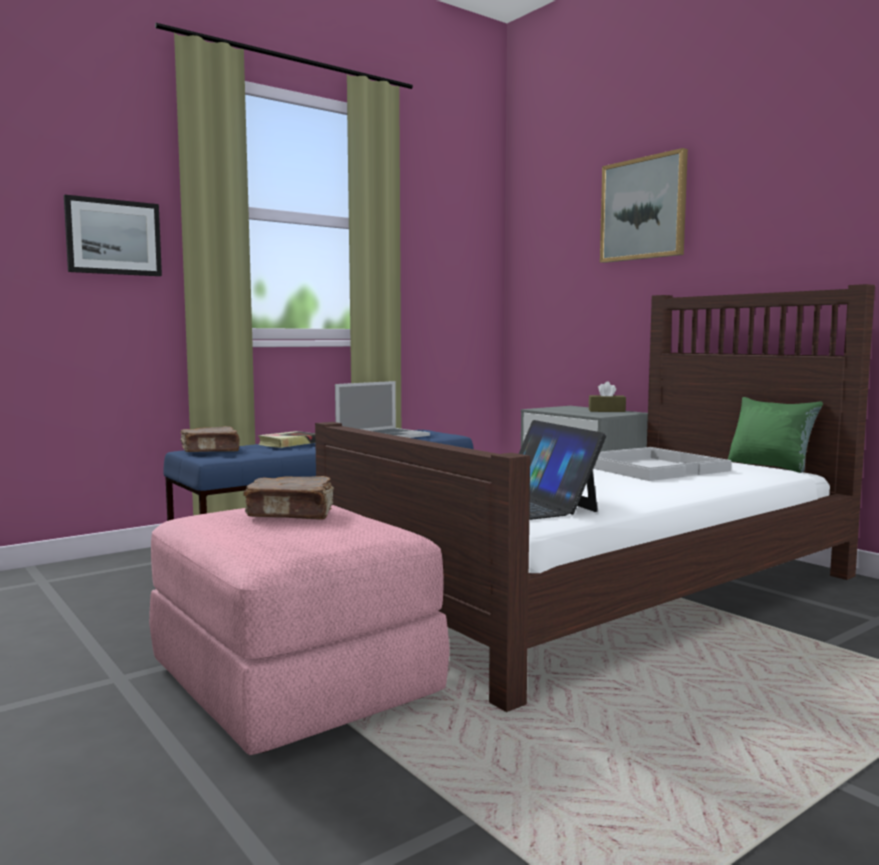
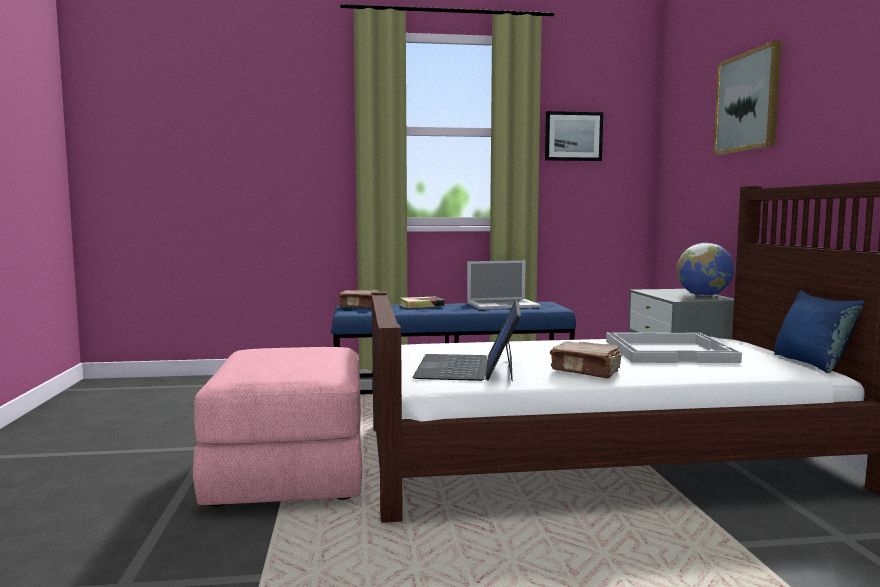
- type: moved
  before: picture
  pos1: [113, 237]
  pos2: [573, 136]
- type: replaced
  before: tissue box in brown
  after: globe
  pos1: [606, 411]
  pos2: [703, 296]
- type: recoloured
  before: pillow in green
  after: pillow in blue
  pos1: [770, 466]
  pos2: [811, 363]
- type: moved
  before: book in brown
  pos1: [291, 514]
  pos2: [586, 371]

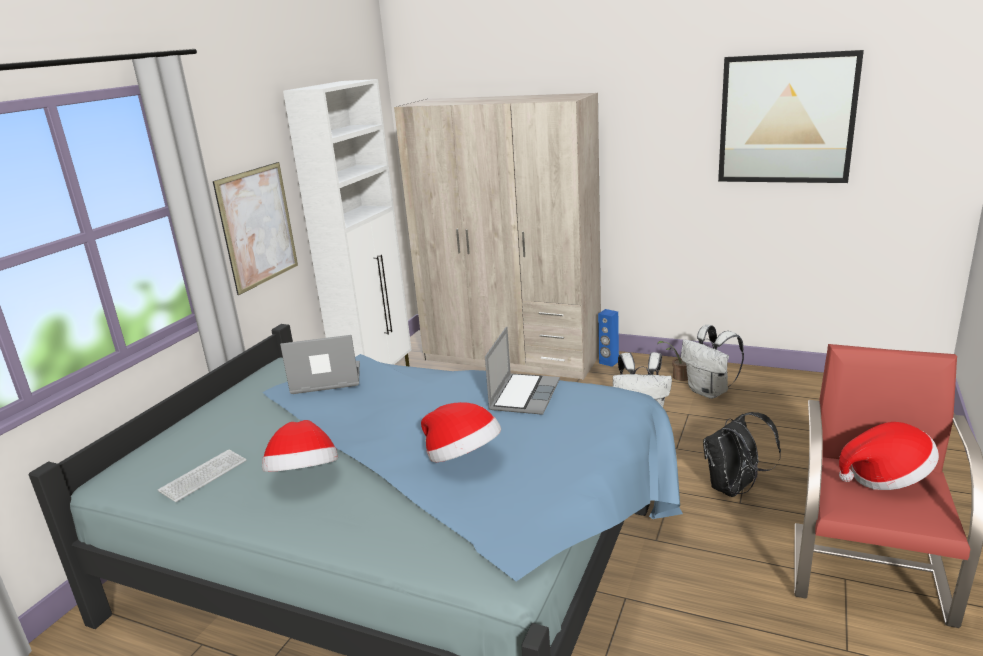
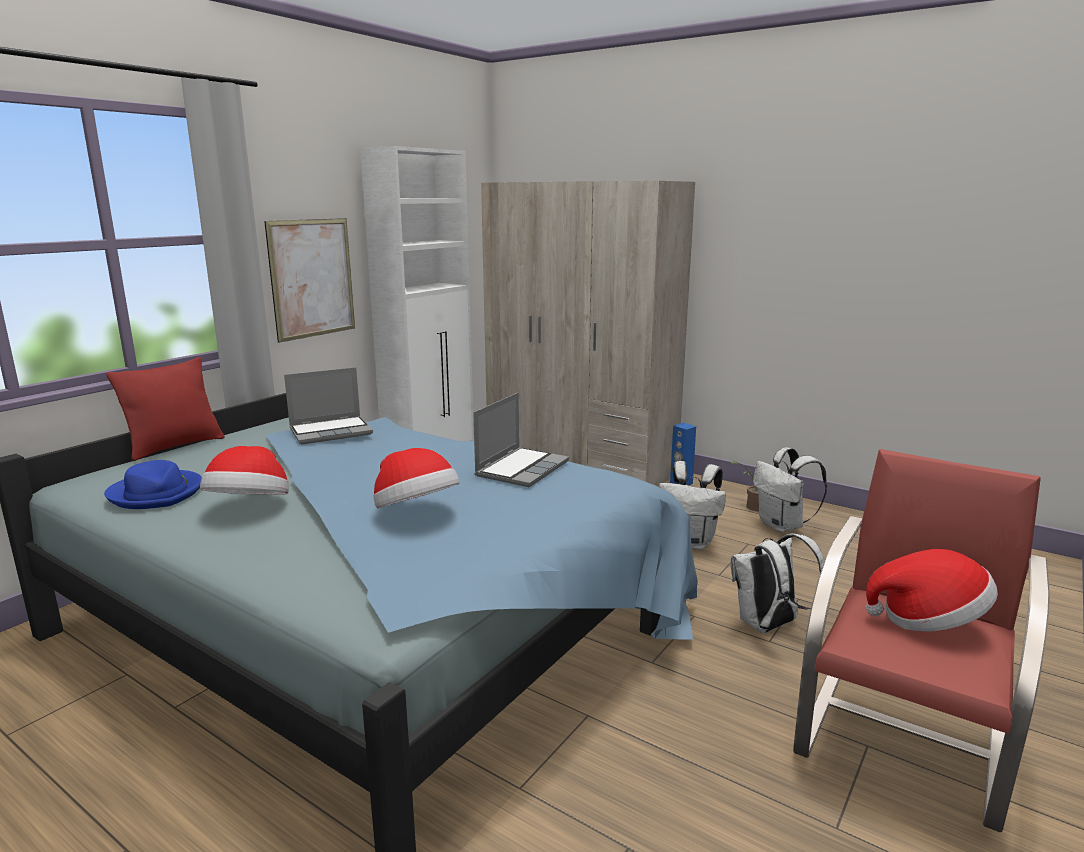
- type: removed
  before: picture
  pos1: [786, 119]
- type: turned
  before: laptop
  pos1: [325, 380]
  pos2: [332, 431]
  turn: 150
- type: recoloured
  before: backpack in black
  after: backpack in white
  pos1: [734, 489]
  pos2: [768, 626]
- type: replaced
  before: keyboard
  after: hat in blue
  pos1: [204, 476]
  pos2: [157, 493]
- type: added
  after: pillow in red
  pos2: [175, 446]

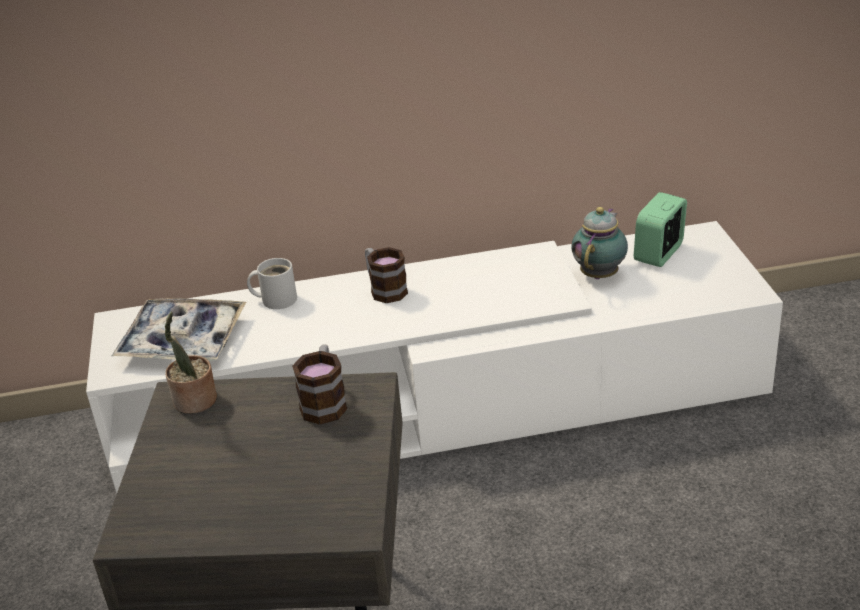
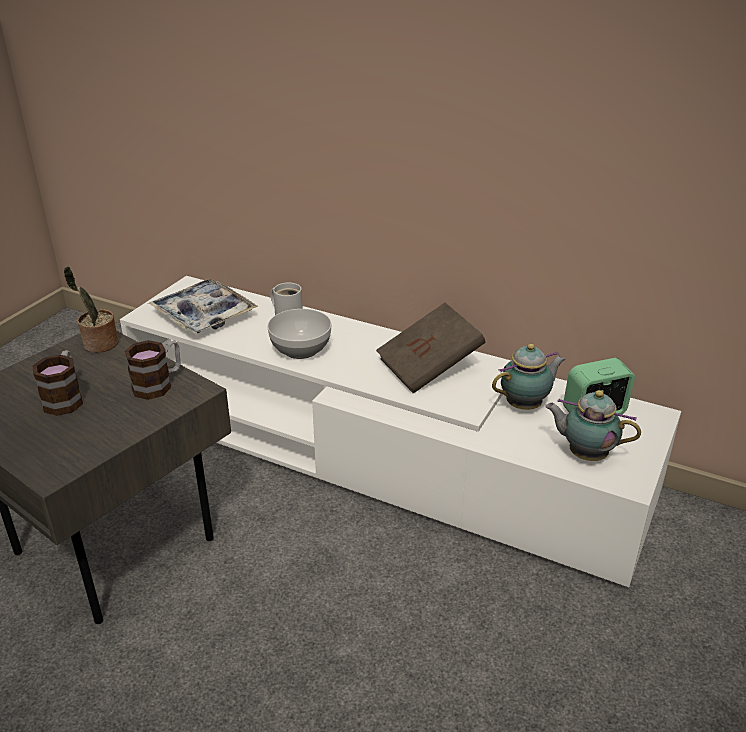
- type: moved
  before: mug
  pos1: [384, 289]
  pos2: [65, 398]
- type: added
  after: book in brown
  pos2: [429, 367]
- type: added
  after: bowl
  pos2: [300, 349]
- type: added
  after: teapot
  pos2: [584, 454]

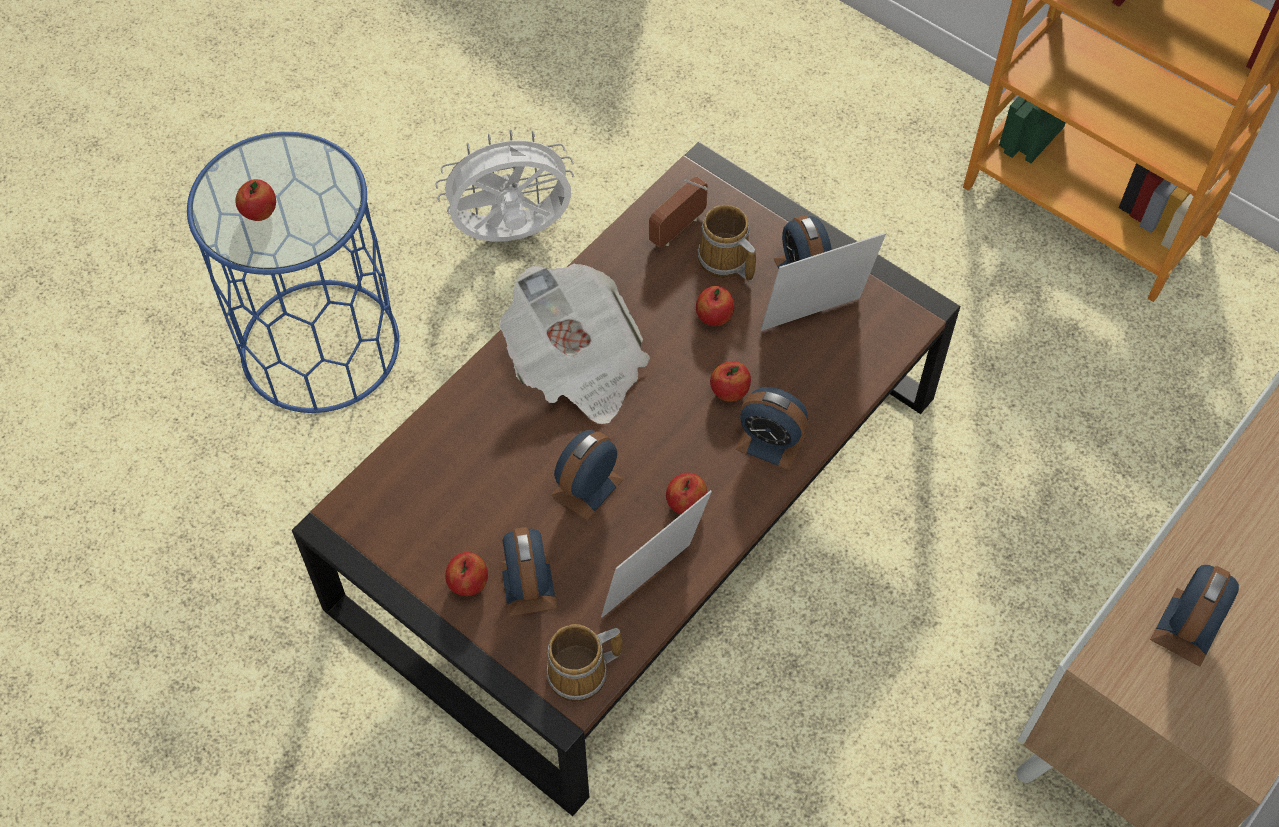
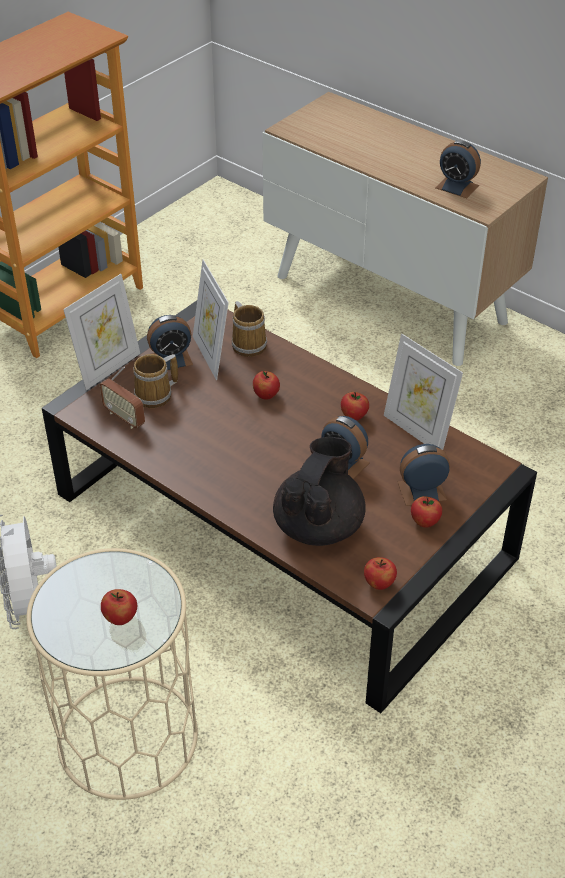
- type: recoloured
  before: side table in blue
  after: side table in beige
  pos1: [321, 346]
  pos2: [127, 736]
- type: removed
  before: newspaper
  pos1: [577, 365]
- type: moved
  before: apple
  pos1: [714, 318]
  pos2: [379, 583]
- type: removed
  before: alarm clock
  pos1: [770, 441]
- type: moved
  before: mug
  pos1: [582, 674]
  pos2: [249, 343]
- type: added
  after: picture frame
  pos2: [108, 368]
- type: added
  after: teapot in black
  pos2: [319, 525]

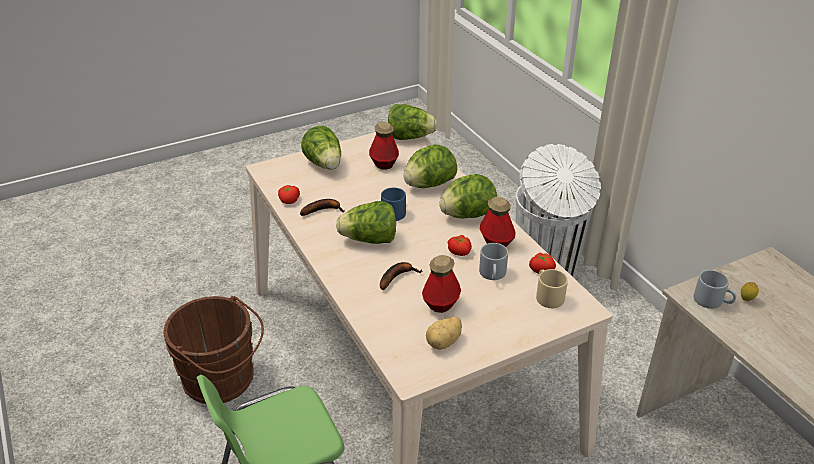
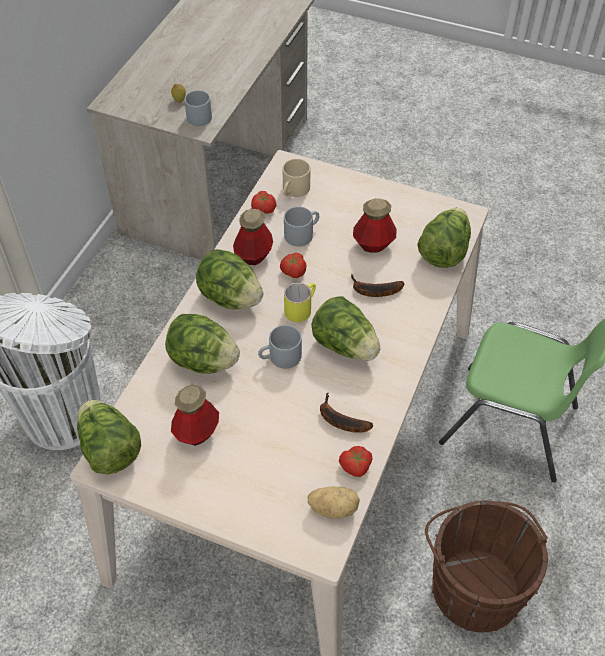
- type: moved
  before: lettuce
  pos1: [325, 164]
  pos2: [444, 251]
- type: recoloured
  before: mug in blue
  after: mug in grey
  pos1: [394, 211]
  pos2: [280, 358]
- type: moved
  before: potato
  pos1: [444, 342]
  pos2: [333, 507]
- type: added
  after: mug in yellow
  pos2: [300, 308]

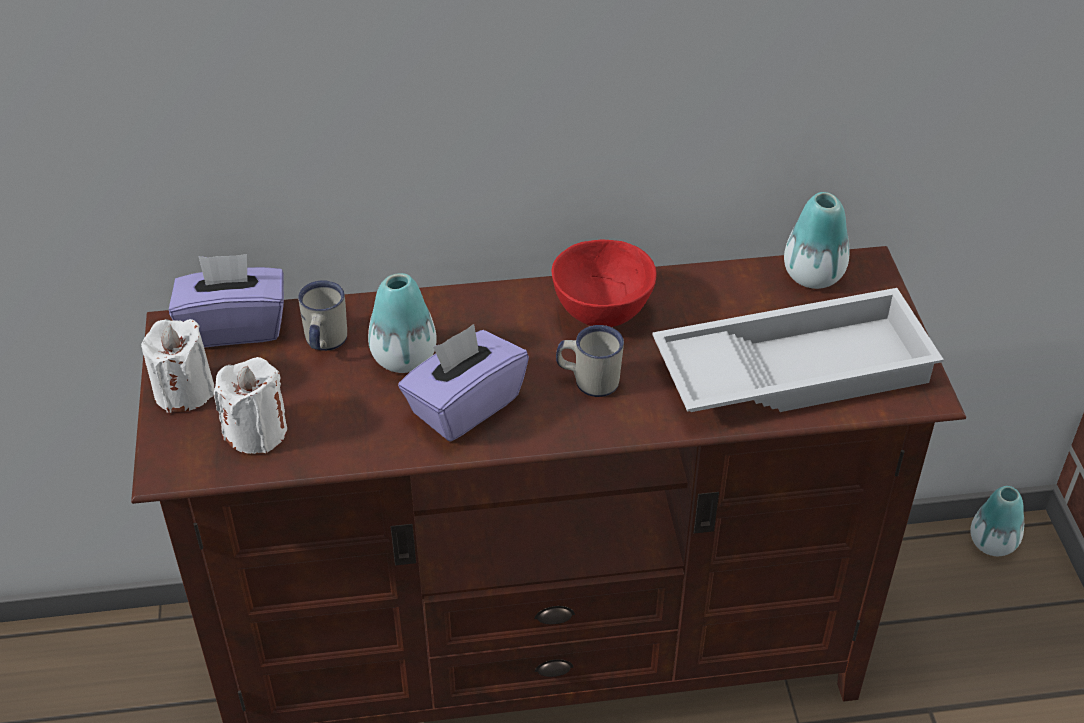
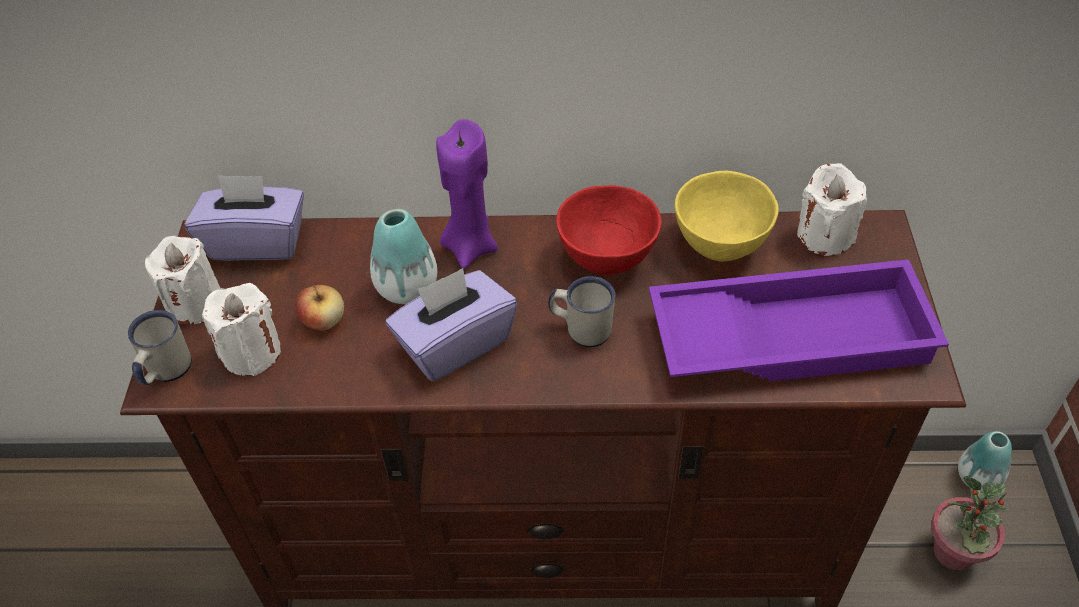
- type: replaced
  before: vase
  after: candle in white
  pos1: [813, 275]
  pos2: [824, 236]
- type: moved
  before: mug in white
  pos1: [324, 343]
  pos2: [165, 372]
- type: recoloured
  before: tray in white
  after: tray in purple
  pos1: [793, 368]
  pos2: [790, 334]
- type: added
  after: candle in purple
  pos2: [470, 246]
- type: added
  after: bowl in yellow
  pos2: [721, 243]
- type: added
  after: apple
  pos2: [324, 321]
- type: added
  after: potted plant
  pos2: [953, 552]

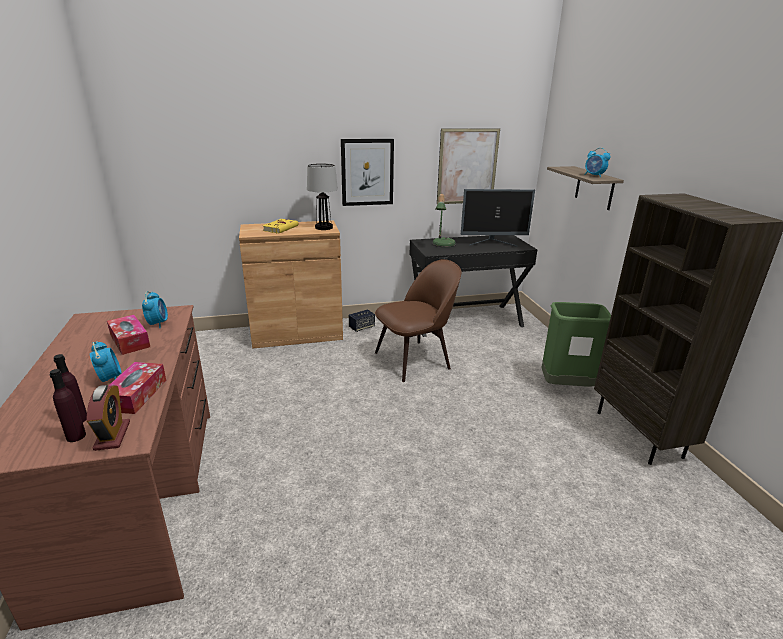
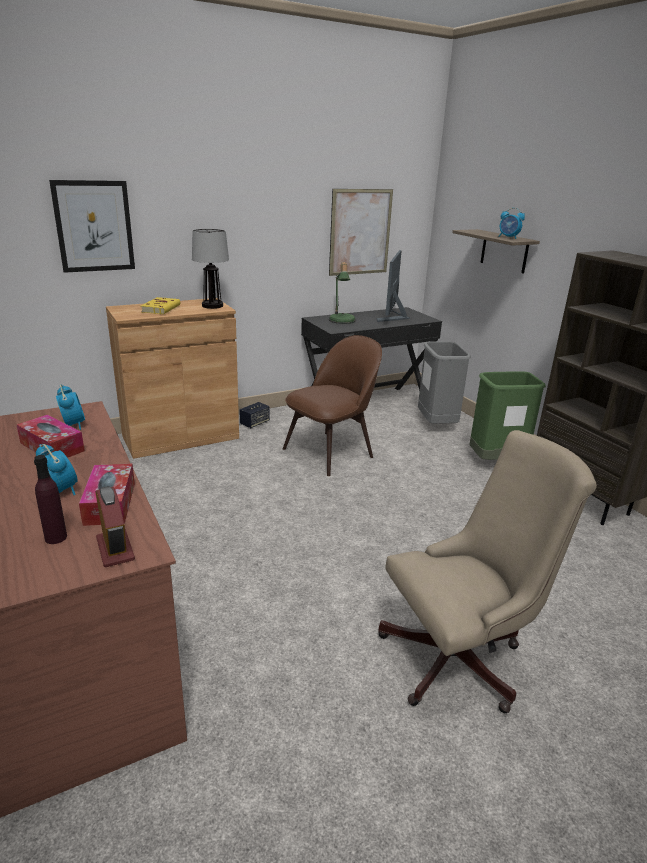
- type: moved
  before: picture
  pos1: [367, 172]
  pos2: [94, 226]
- type: turned
  before: monitor
  pos1: [493, 243]
  pos2: [393, 317]
  turn: 120
- type: removed
  before: bottle in purple
  pos1: [76, 436]
- type: added
  after: trash can in grey
  pos2: [436, 424]
- type: added
  after: office chair in beige
  pos2: [461, 658]

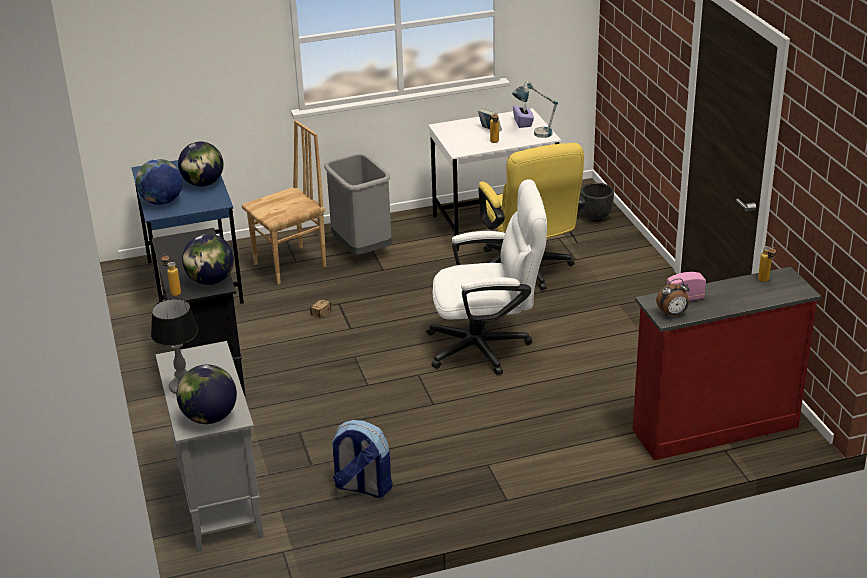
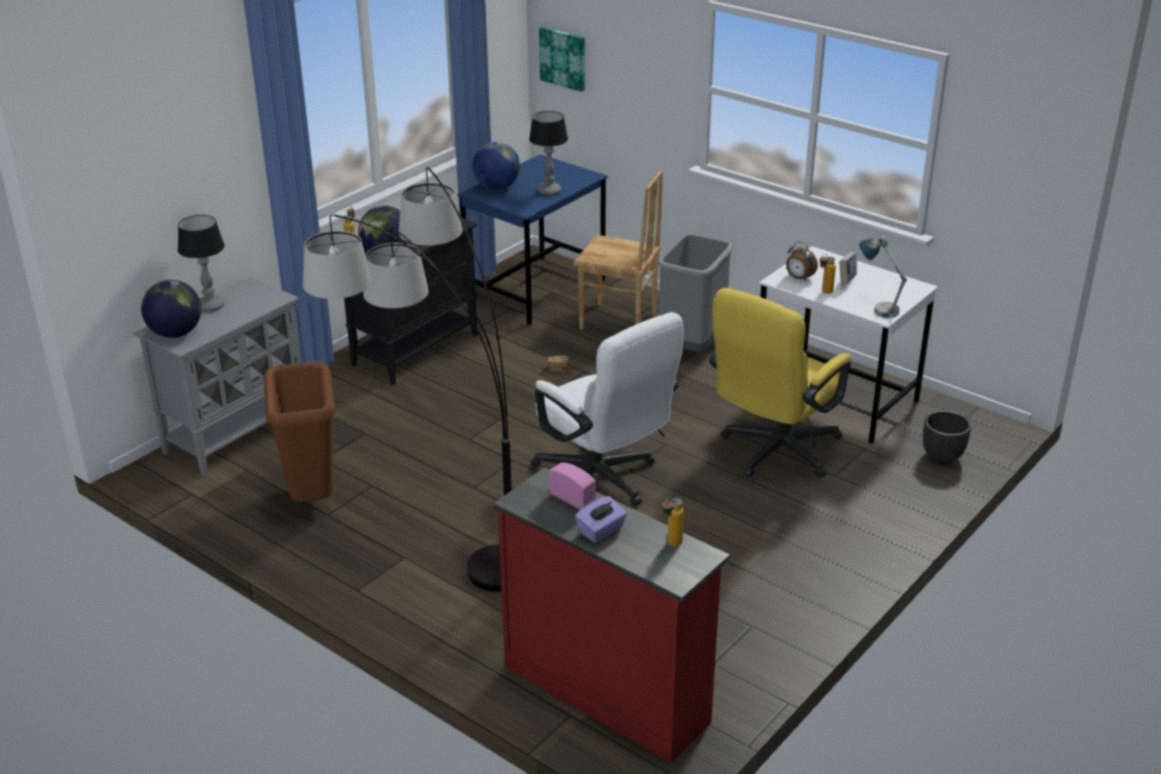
- type: moved
  before: tissue box in purple
  pos1: [523, 123]
  pos2: [601, 531]
- type: replaced
  before: globe
  after: table lamp
  pos1: [203, 184]
  pos2: [549, 191]
- type: moved
  before: alarm clock
  pos1: [673, 314]
  pos2: [799, 278]
- type: replaced
  before: backpack
  after: trash can in brown
  pos1: [362, 487]
  pos2: [311, 498]
- type: added
  after: picture
  pos2: [563, 58]
- type: added
  after: floor lamp
  pos2: [438, 543]

